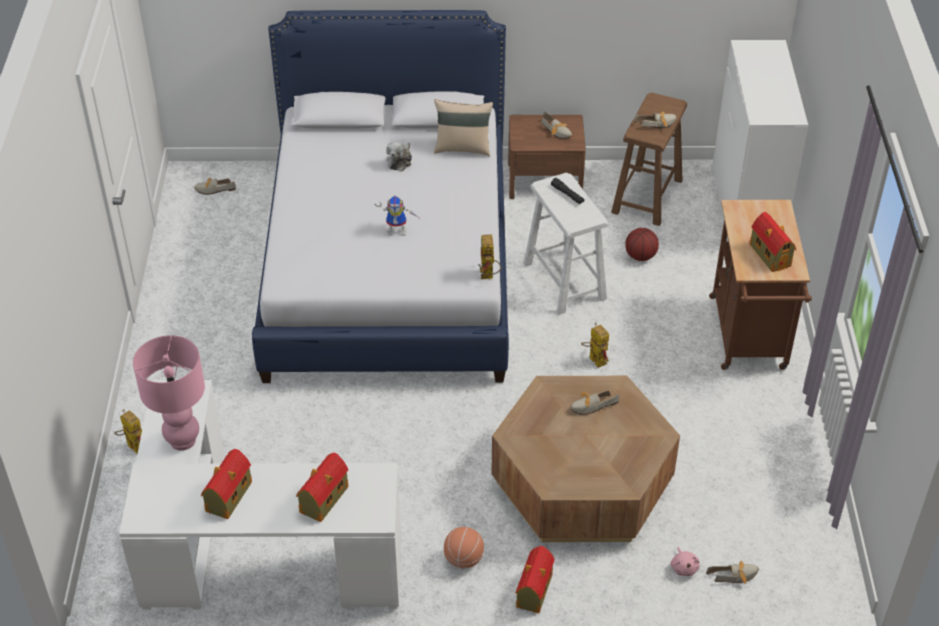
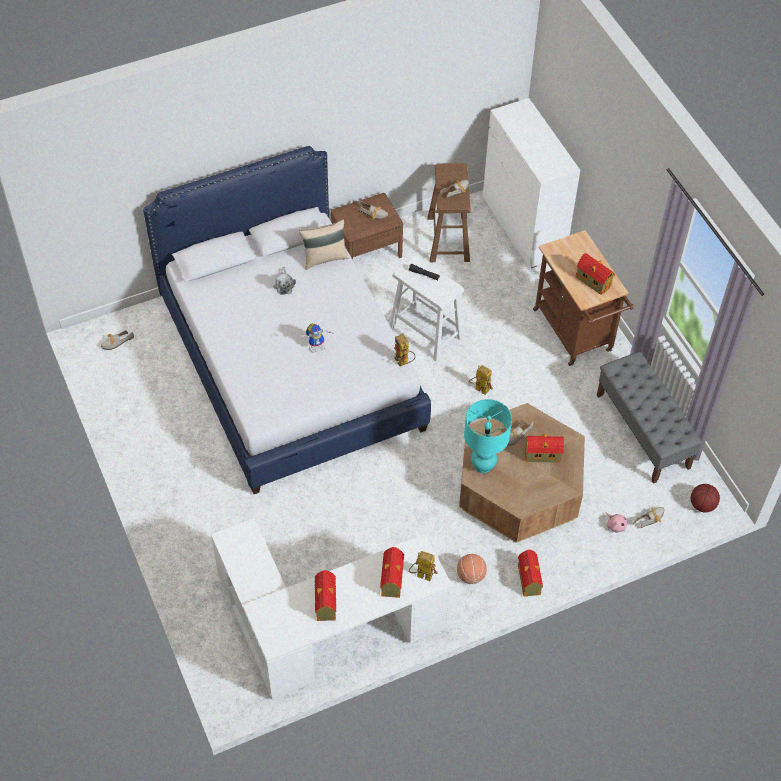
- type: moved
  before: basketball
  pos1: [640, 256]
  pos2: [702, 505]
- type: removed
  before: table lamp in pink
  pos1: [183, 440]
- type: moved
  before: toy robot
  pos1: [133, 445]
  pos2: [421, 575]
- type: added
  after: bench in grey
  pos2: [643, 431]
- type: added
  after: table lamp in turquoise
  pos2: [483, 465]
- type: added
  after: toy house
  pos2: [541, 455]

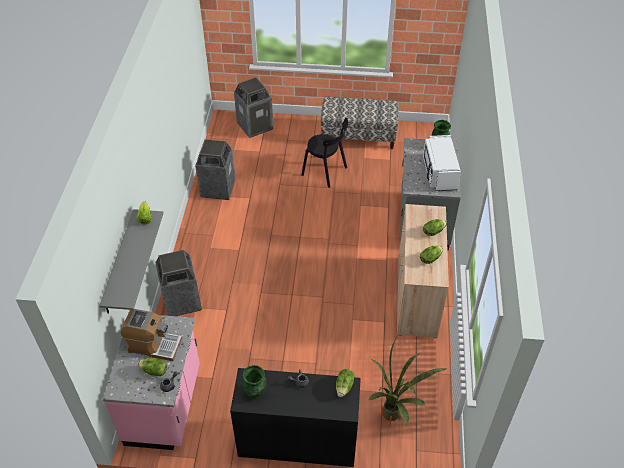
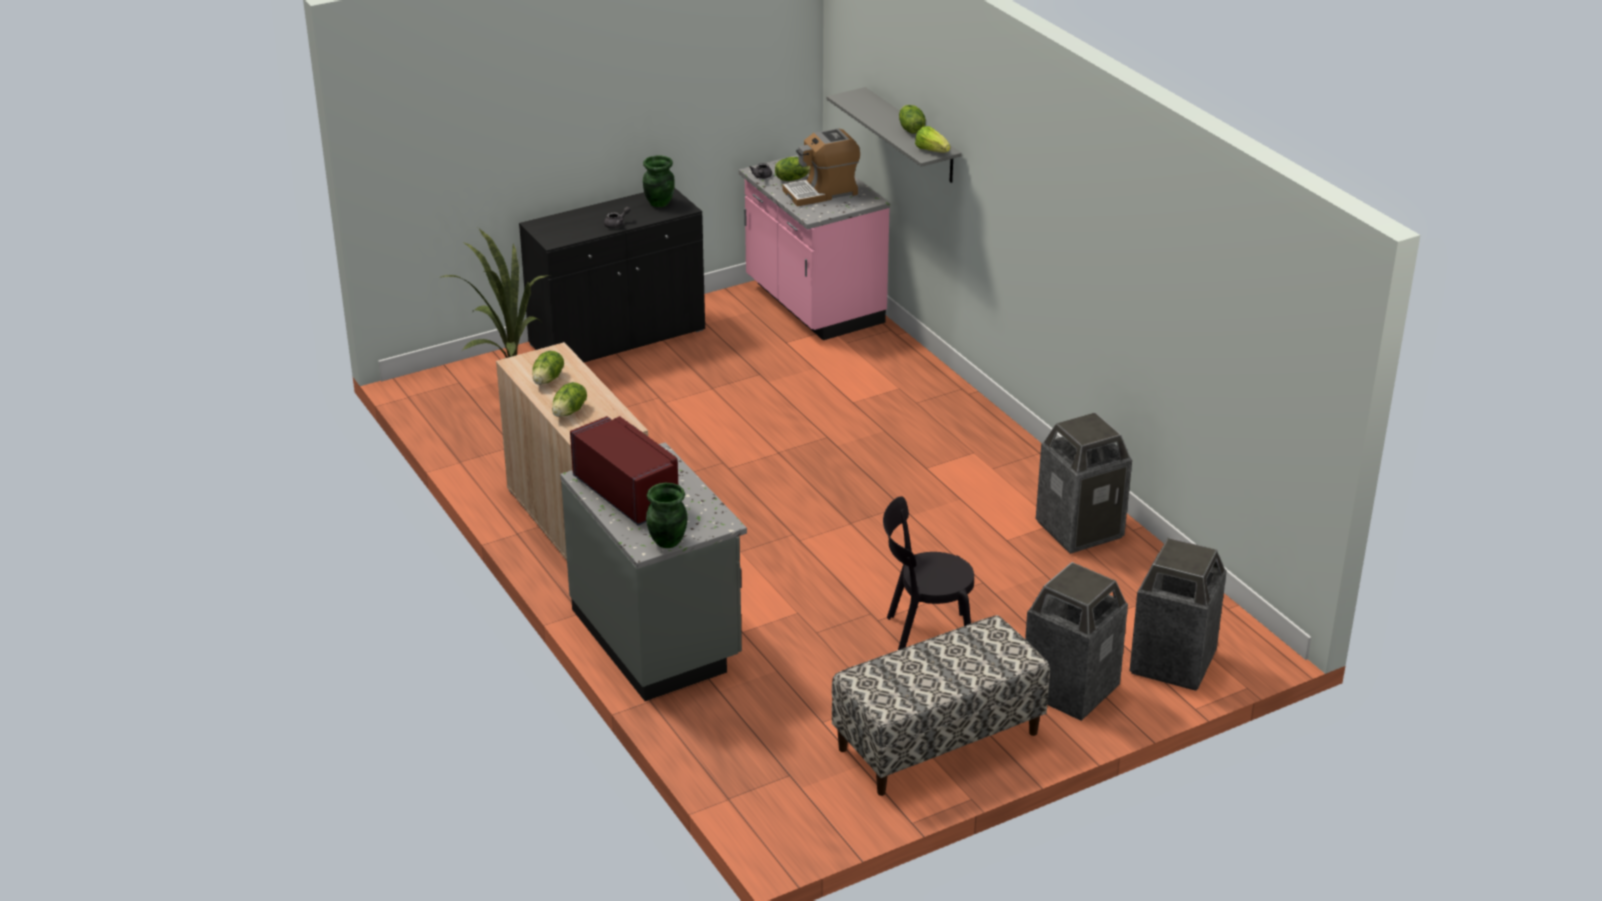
- type: recoloured
  before: microwave in white
  after: microwave in red
  pos1: [439, 173]
  pos2: [627, 493]
- type: moved
  before: trash can
  pos1: [182, 302]
  pos2: [1069, 690]
- type: moved
  before: lettuce
  pos1: [344, 386]
  pos2: [910, 129]

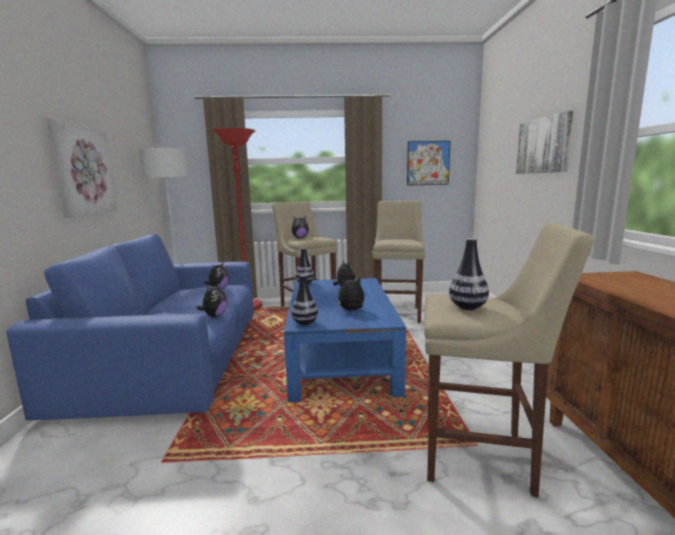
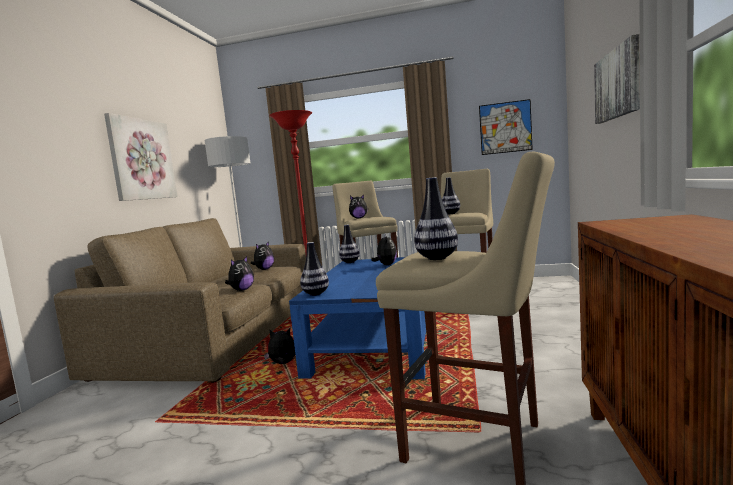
- type: recoloured
  before: sofa in blue
  after: sofa in brown
  pos1: [174, 358]
  pos2: [218, 336]
- type: moved
  before: plush toy
  pos1: [351, 310]
  pos2: [283, 364]
- type: added
  after: vase
  pos2: [450, 214]

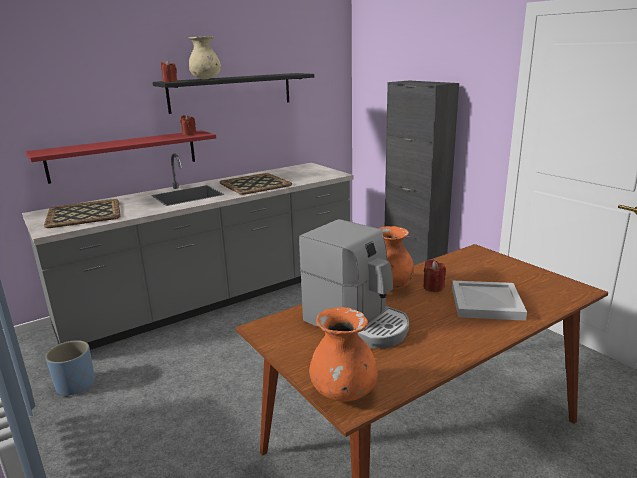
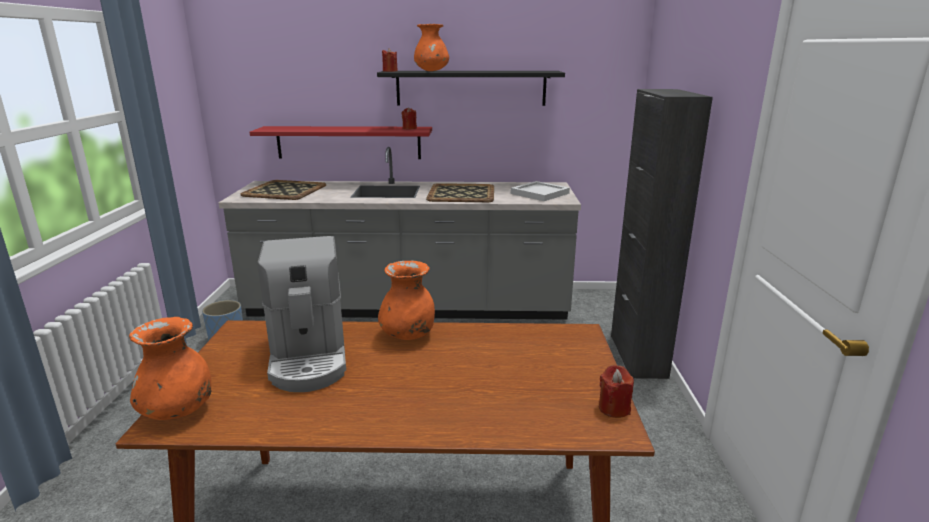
- type: recoloured
  before: vase in beige
  after: vase in orange
  pos1: [206, 79]
  pos2: [432, 71]
- type: moved
  before: candle in red
  pos1: [433, 287]
  pos2: [614, 408]
- type: moved
  before: tray in white
  pos1: [485, 302]
  pos2: [539, 193]

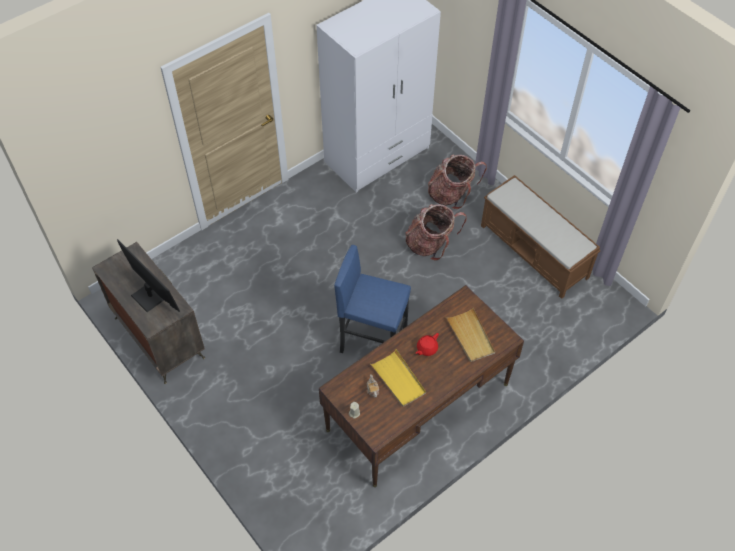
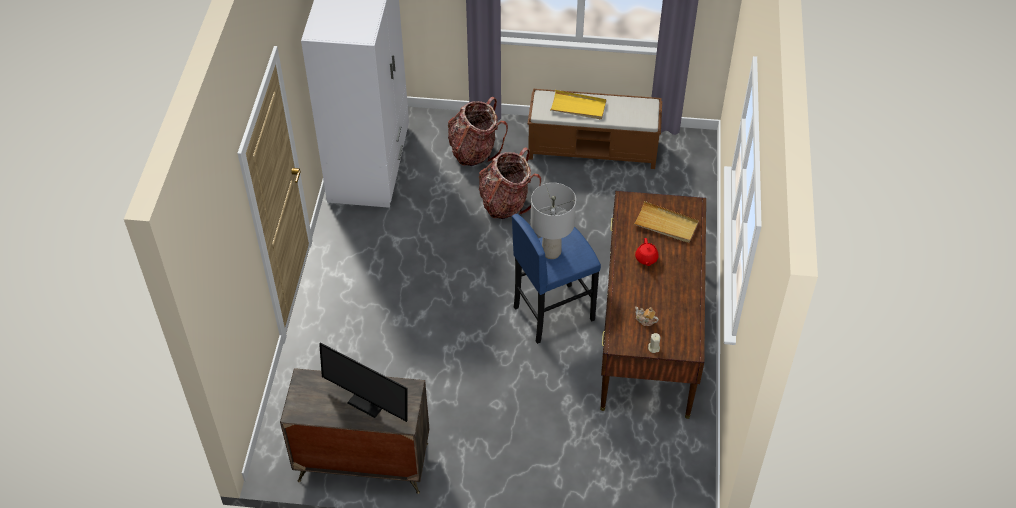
- type: turned
  before: monitor
  pos1: [150, 295]
  pos2: [369, 399]
  turn: -150
- type: moved
  before: tray in yellow
  pos1: [398, 379]
  pos2: [578, 107]
- type: added
  after: table lamp in grey
  pos2: [551, 252]

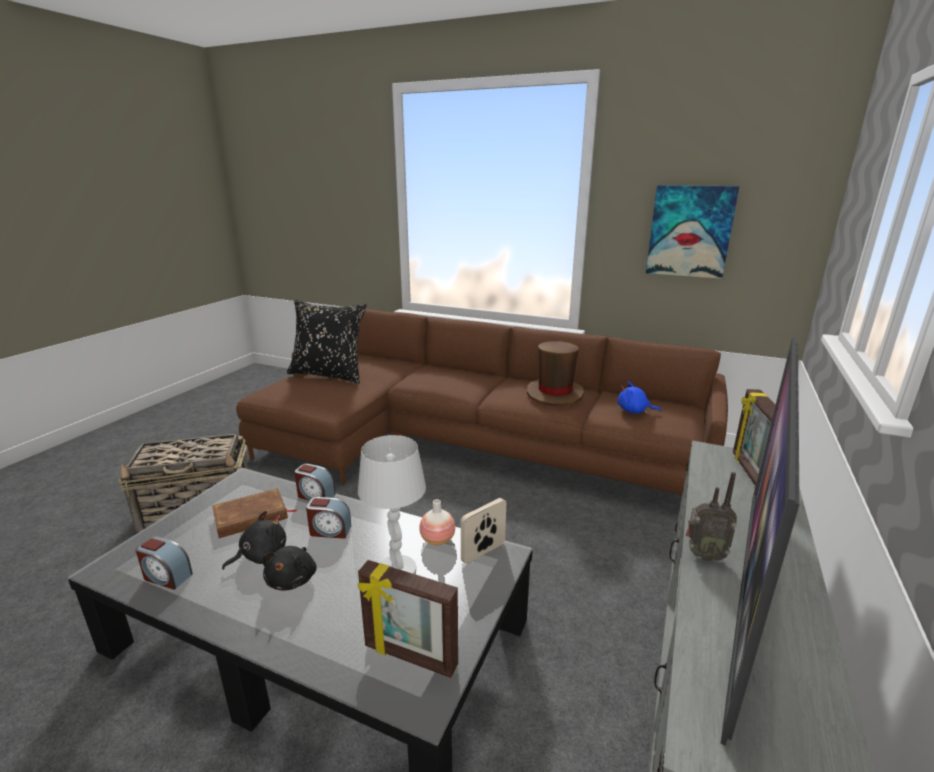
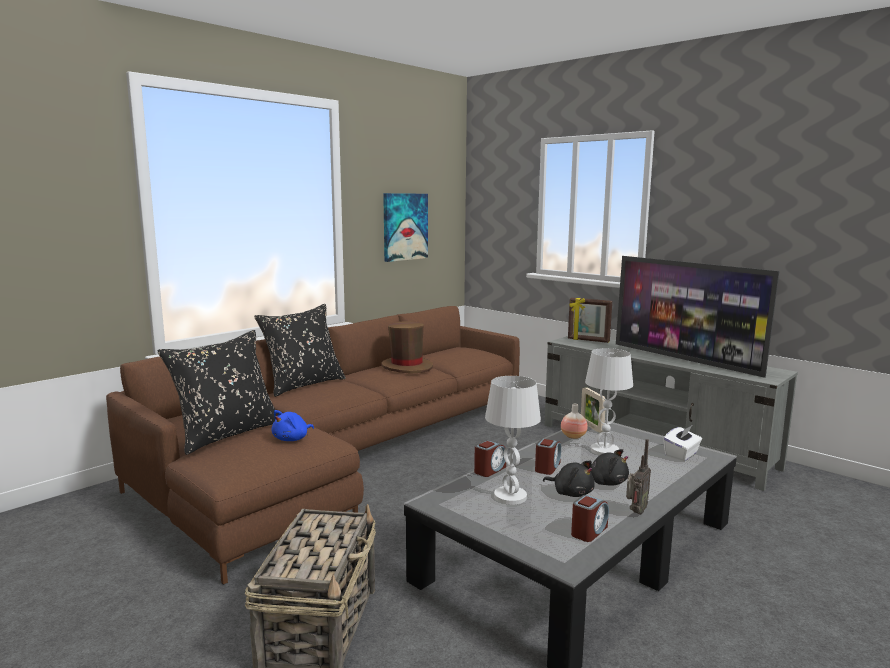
- type: moved
  before: plush toy in blue
  pos1: [634, 411]
  pos2: [292, 439]
- type: moved
  before: radio
  pos1: [703, 555]
  pos2: [635, 512]
- type: replaced
  before: book in brown
  after: table lamp in white
  pos1: [251, 517]
  pos2: [510, 497]
- type: turned
  before: plush toy in black
  pos1: [261, 555]
  pos2: [571, 493]
  turn: 150
- type: replaced
  before: picture frame
  after: tissue box in white
  pos1: [410, 657]
  pos2: [681, 455]
- type: added
  after: pillow in black
  pos2: [303, 385]

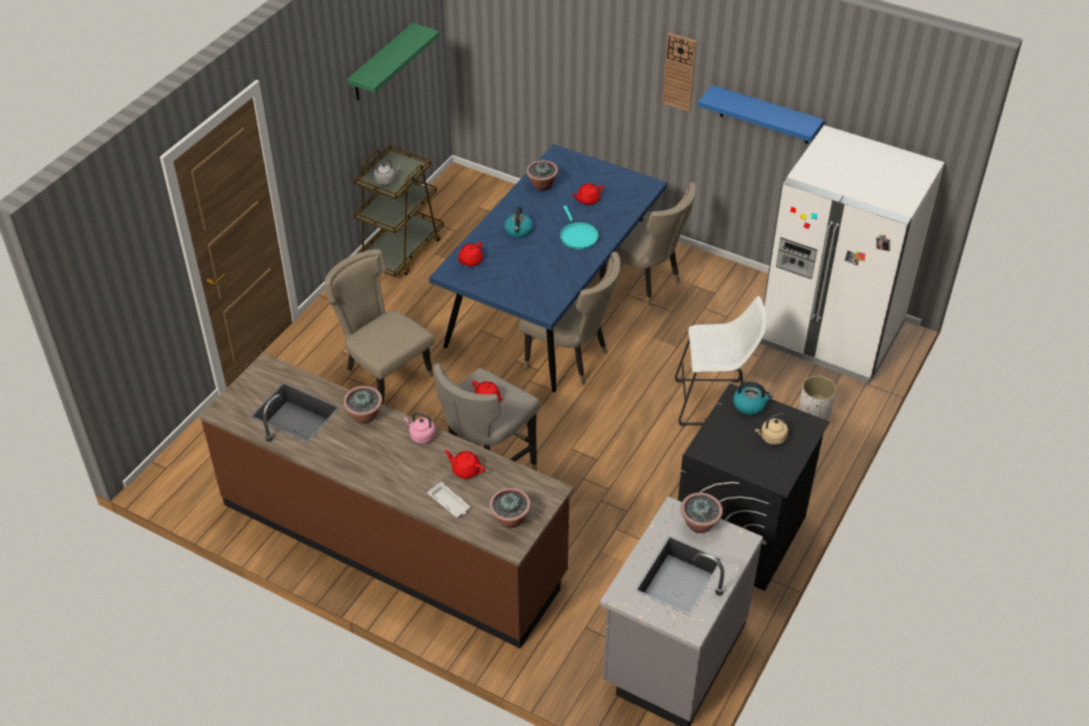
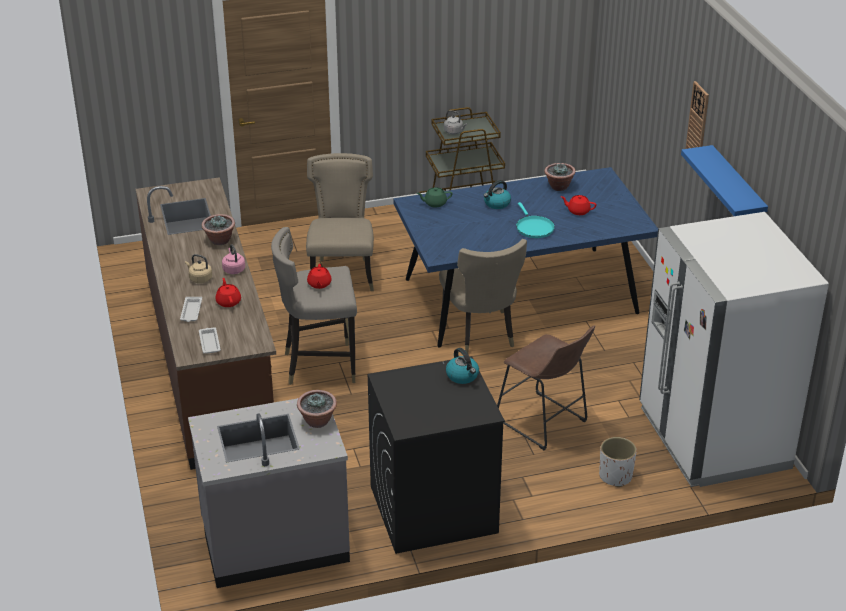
- type: removed
  before: shelf in green
  pos1: [381, 63]
- type: removed
  before: chair in beige
  pos1: [644, 282]
- type: turned
  before: frying pan in turquoise
  pos1: [577, 236]
  pos2: [533, 228]
  turn: -45
- type: recoloured
  before: teapot in red
  after: teapot in green
  pos1: [470, 261]
  pos2: [434, 203]
- type: recoloured
  before: stool in white
  after: stool in brown
  pos1: [715, 403]
  pos2: [544, 423]
- type: moved
  before: kettle in beige
  pos1: [771, 438]
  pos2: [199, 279]
- type: replaced
  before: potted plant
  after: tray in white
  pos1: [510, 520]
  pos2: [209, 342]

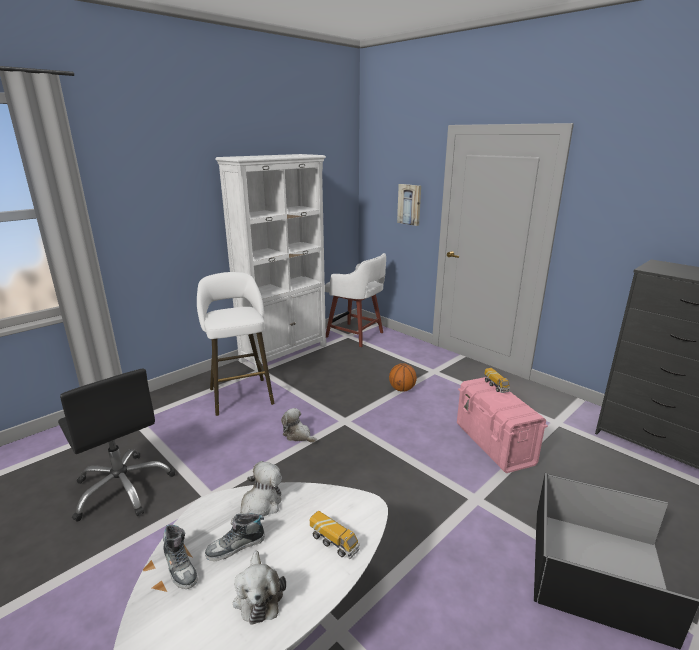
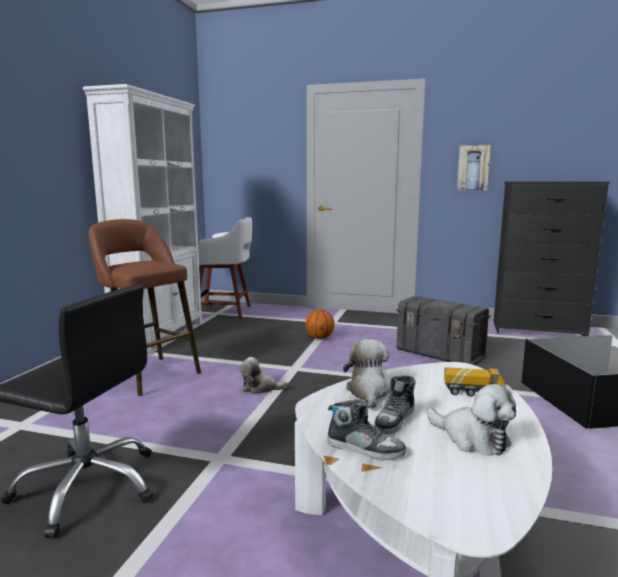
- type: moved
  before: picture
  pos1: [410, 204]
  pos2: [473, 168]
- type: recoloured
  before: stool in white
  after: stool in brown
  pos1: [240, 394]
  pos2: [148, 374]
- type: removed
  before: toy truck
  pos1: [496, 386]
- type: recoloured
  before: storage box in pink
  after: storage box in grey
  pos1: [494, 444]
  pos2: [440, 354]

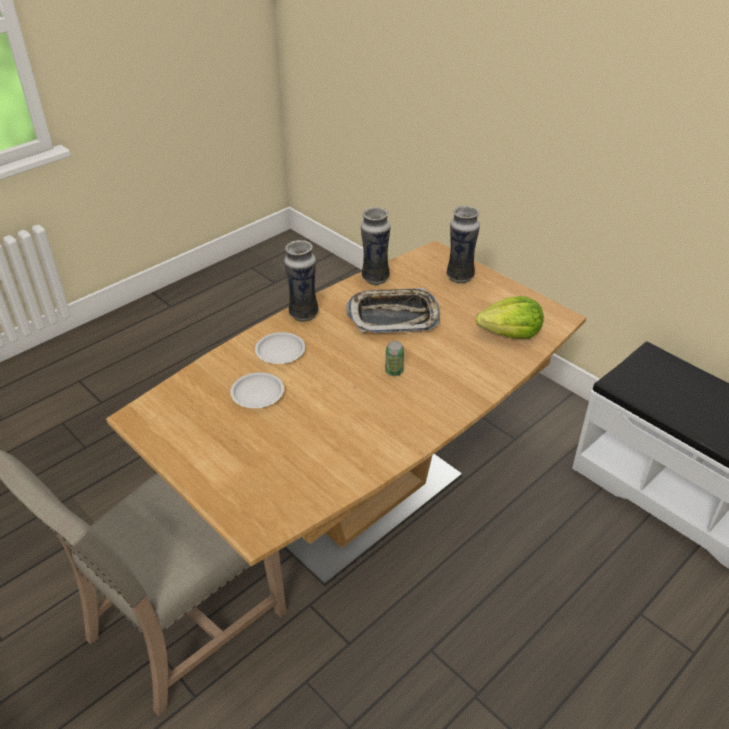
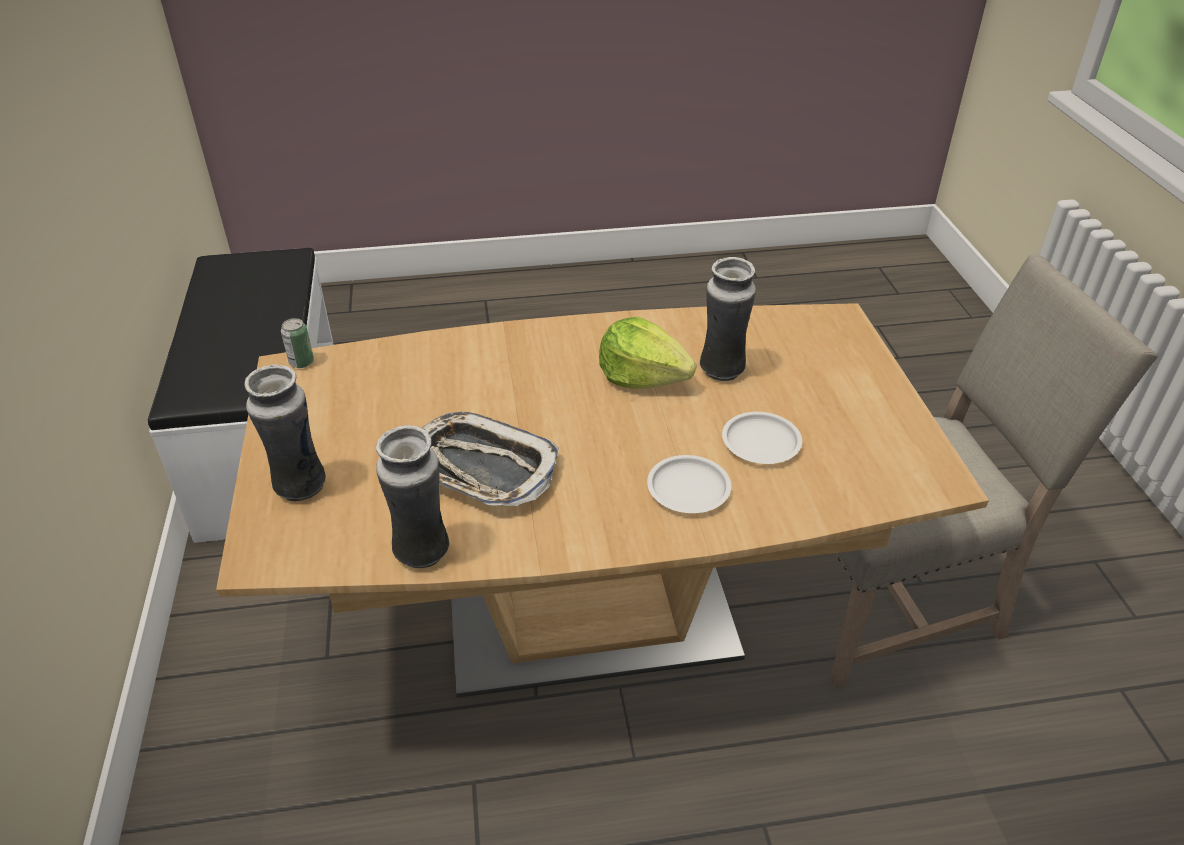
- type: moved
  before: vase
  pos1: [303, 314]
  pos2: [721, 371]
- type: moved
  before: lettuce
  pos1: [510, 334]
  pos2: [642, 377]
- type: moved
  before: can
  pos1: [394, 371]
  pos2: [301, 362]

